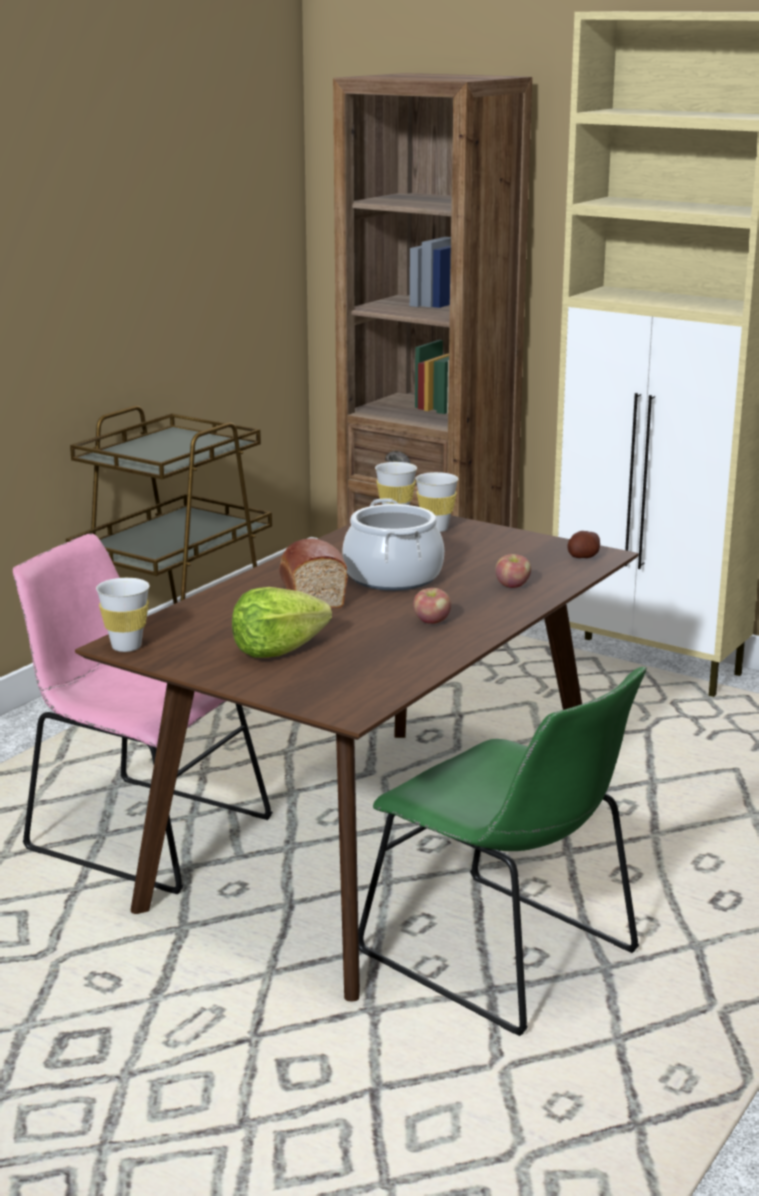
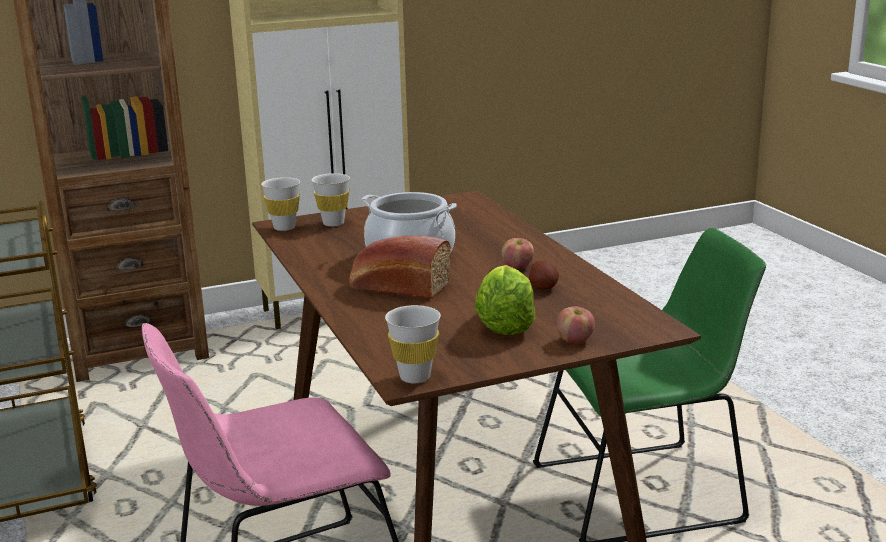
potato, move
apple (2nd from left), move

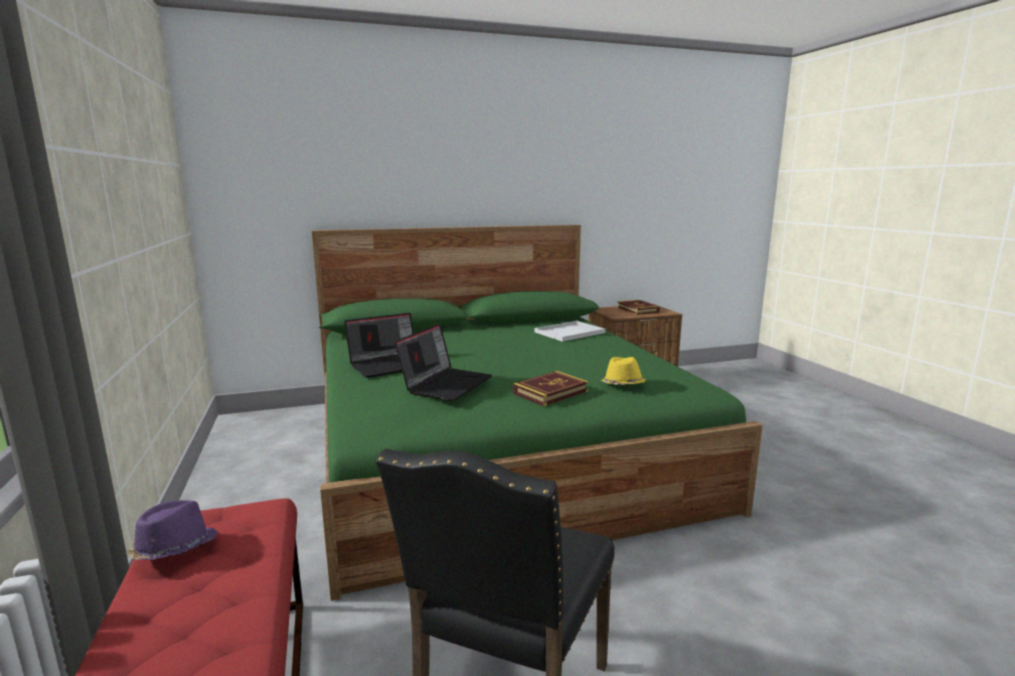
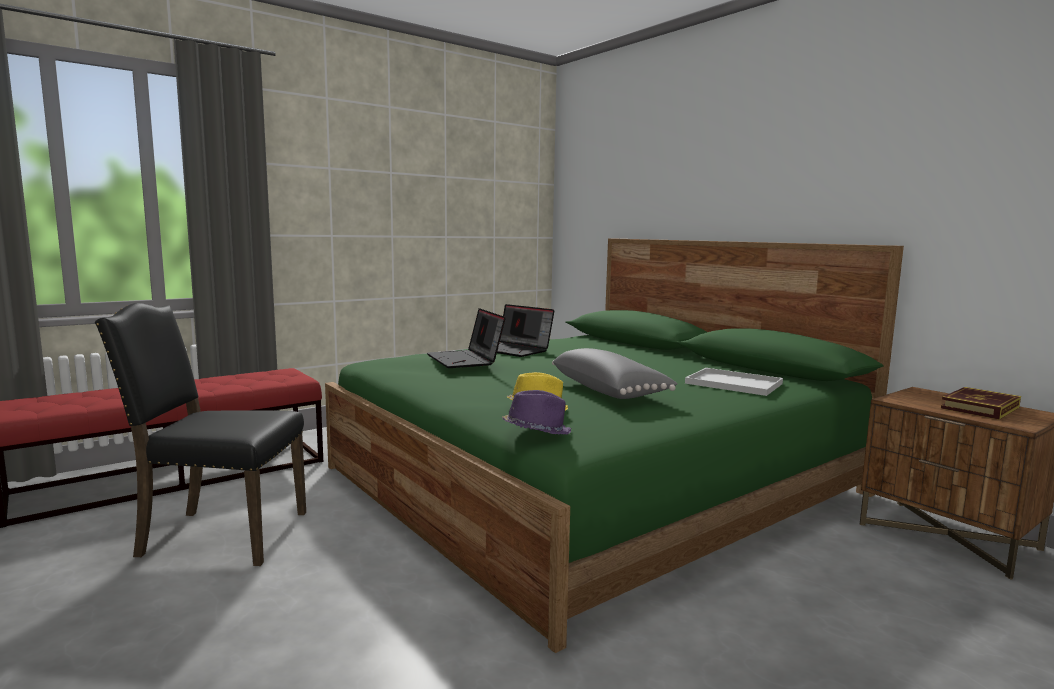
laptop (2nd from left in the first image) → laptop (1st from left), 60 degrees clockwise
book (1st from left) → -
purple hat, move
- → grey pillow

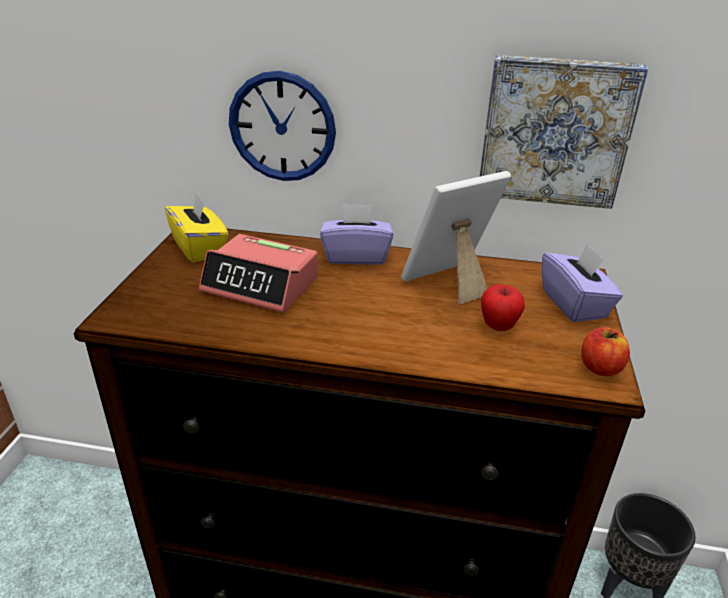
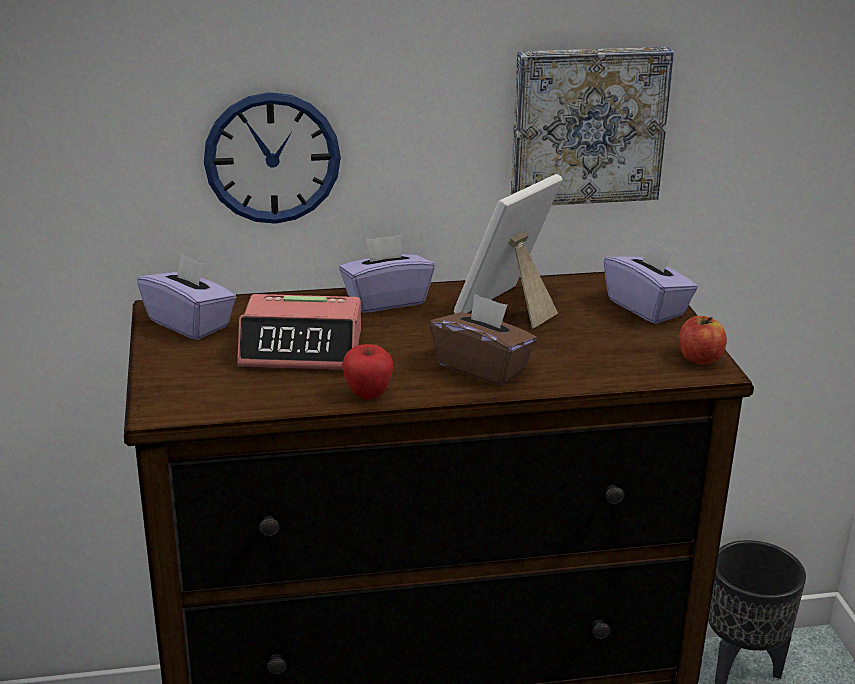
yellow tissue box → purple tissue box (1st from left)
apple (1st from left), move
- → brown tissue box

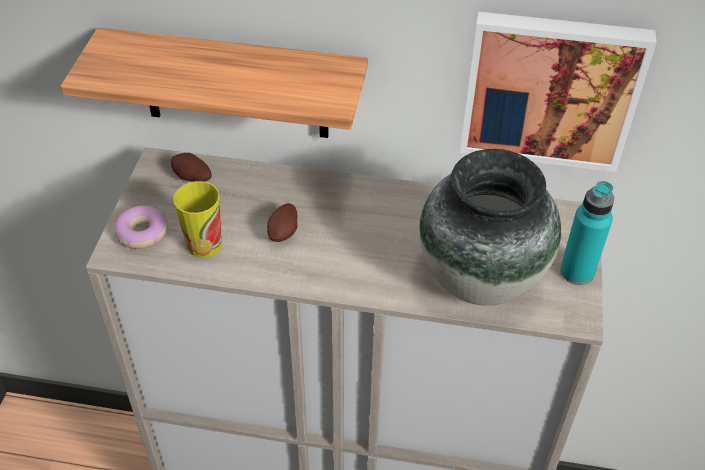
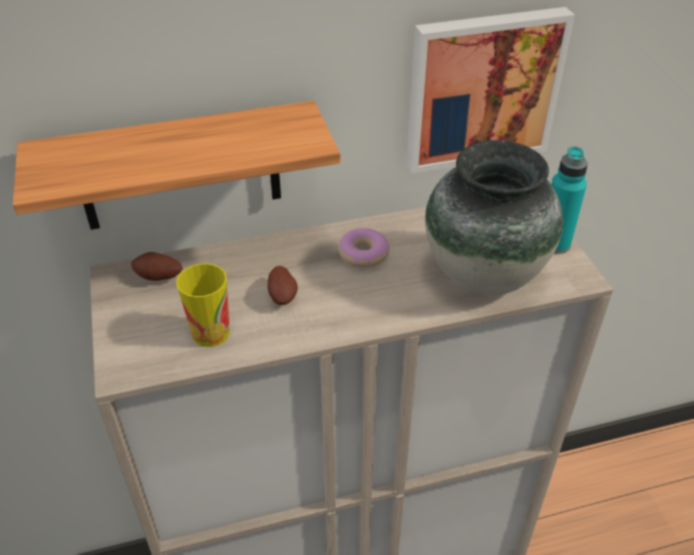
donut, move

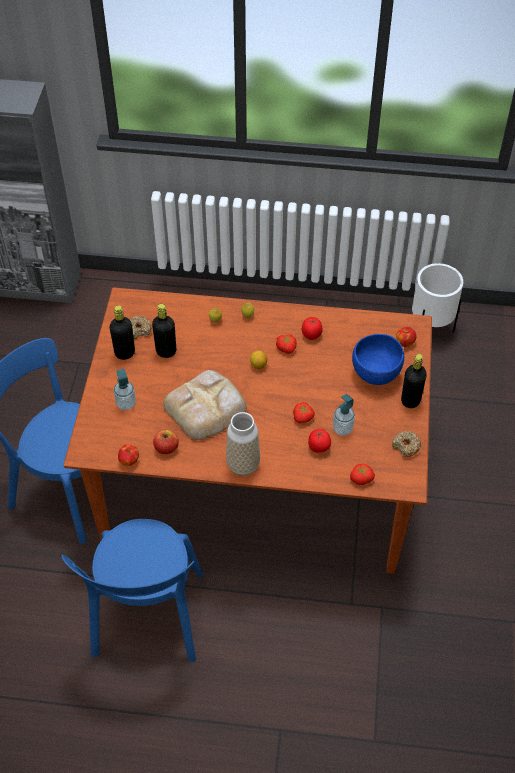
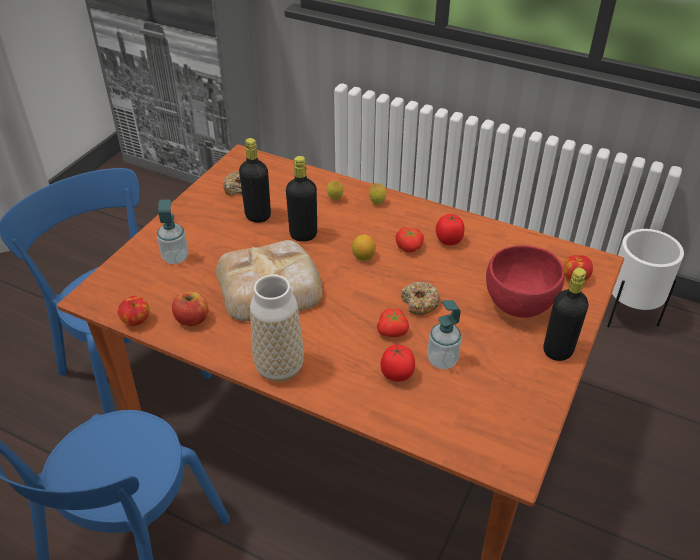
black bottle (1st from left in the first image) → black bottle (2nd from left), move
blue bowl → red bowl
donut (2nd from left), move
tomato (5th from left) → -

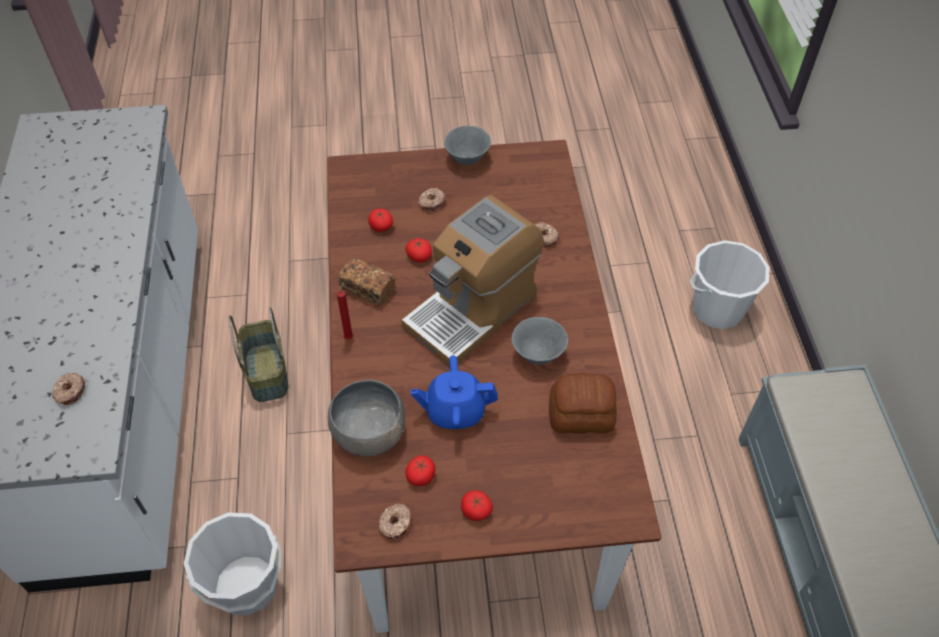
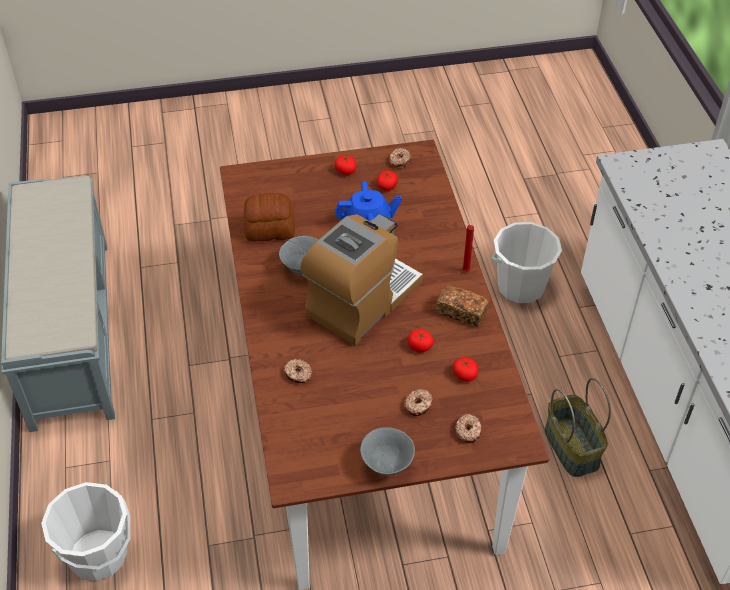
donut (1st from left in the first image) → donut (4th from left), move
grey bowl (1st from left) → -

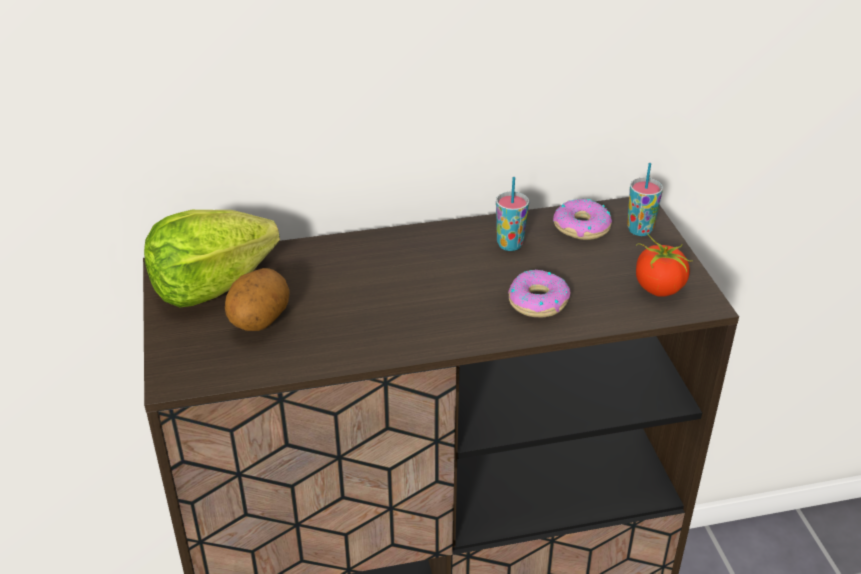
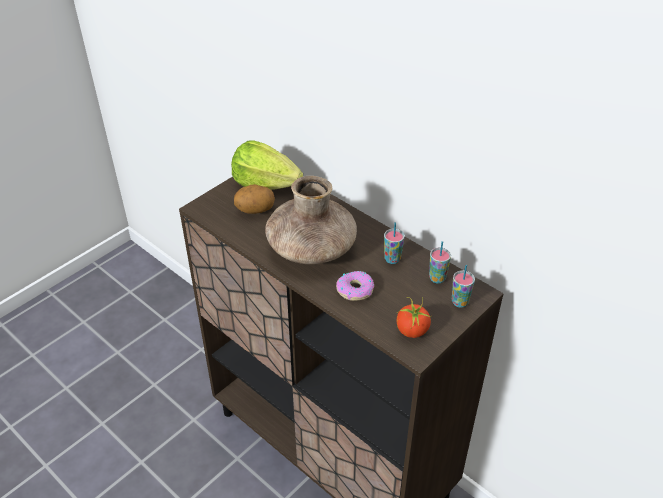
donut (2nd from left) → cup (2nd from left)
- → brown vase

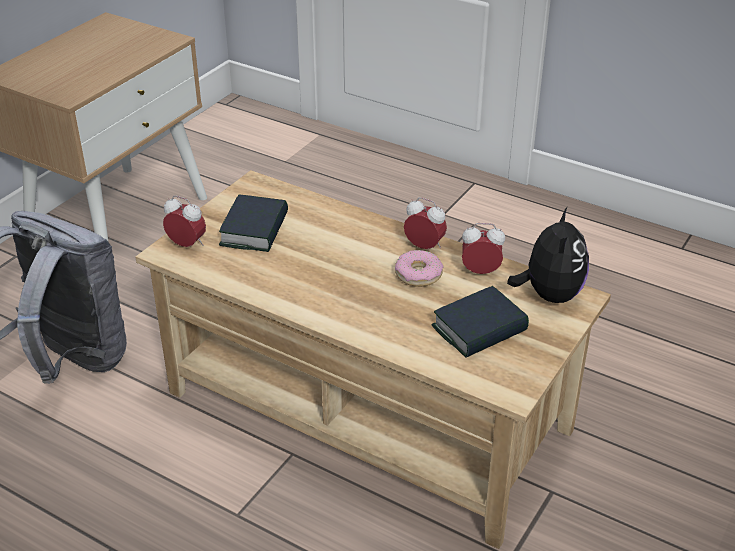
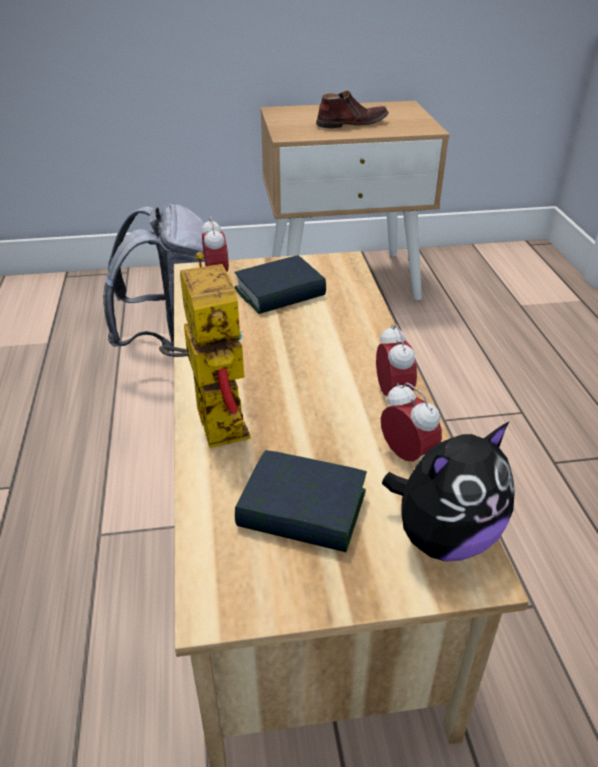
donut → -
- → brown shoe
- → toy robot

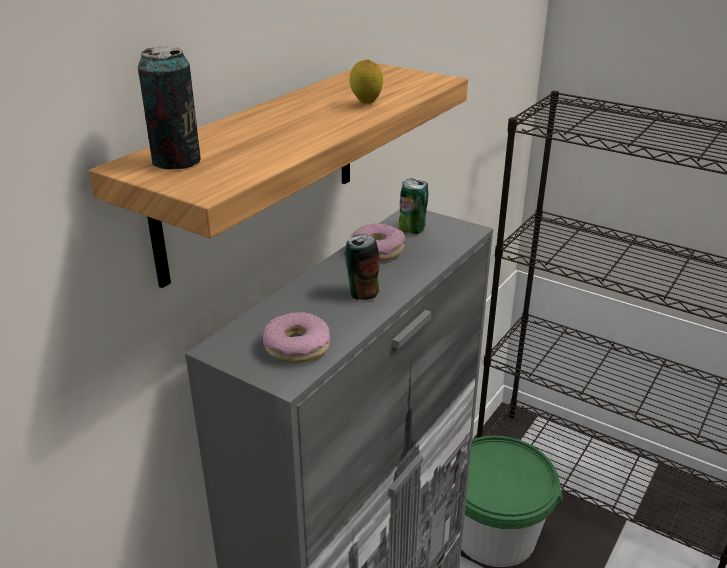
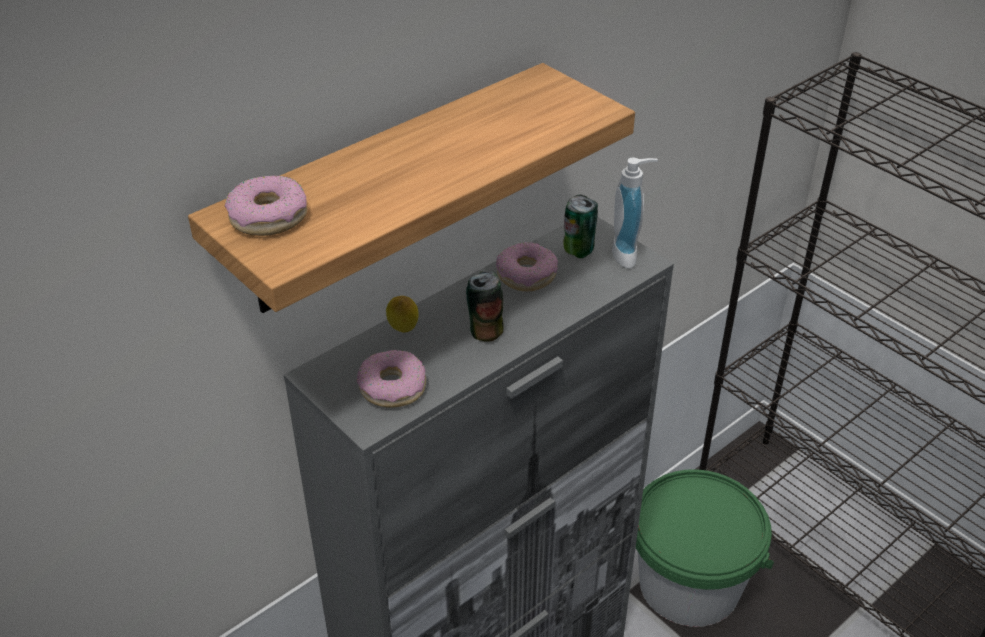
can (1st from left) → donut (1st from left)
lemon, move
- → soap dispenser

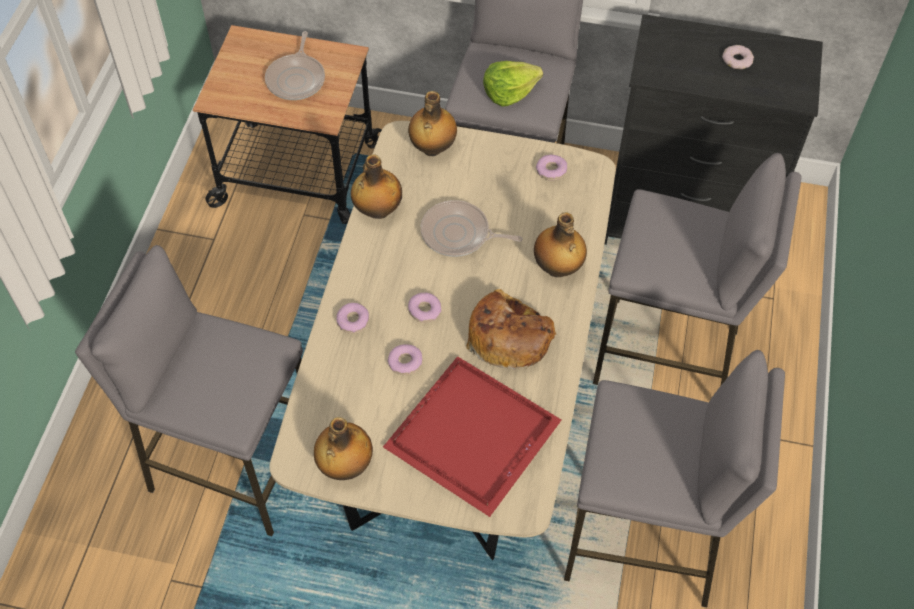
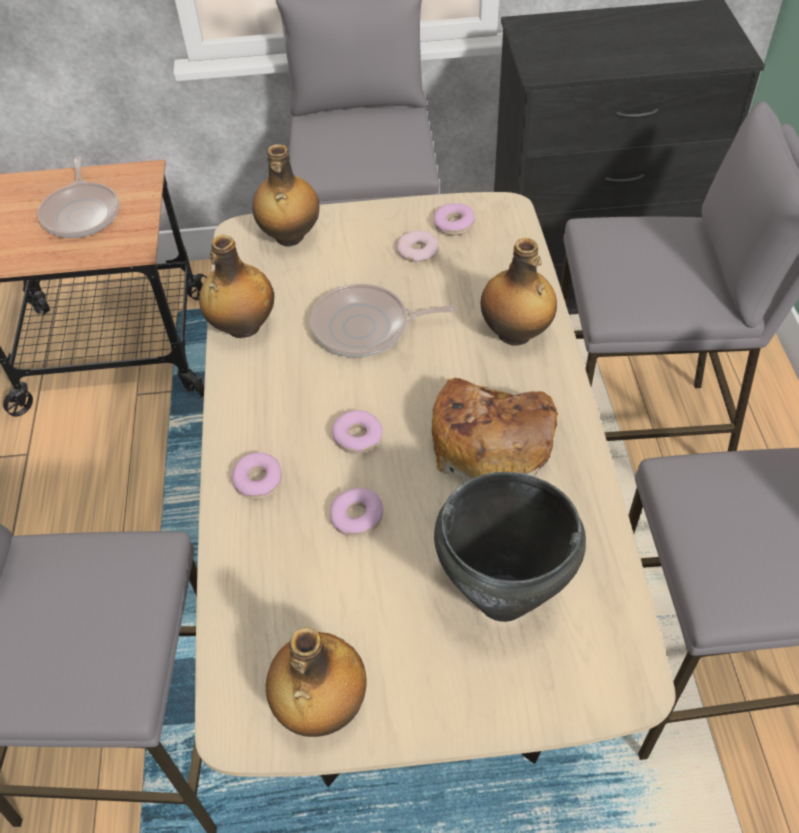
donut (5th from left in the first image) → donut (4th from left), move
lettuce → -
red tray → black cooking pot

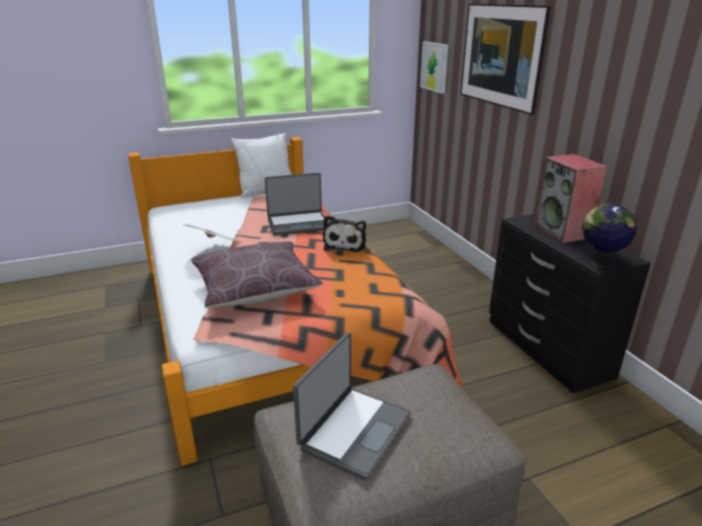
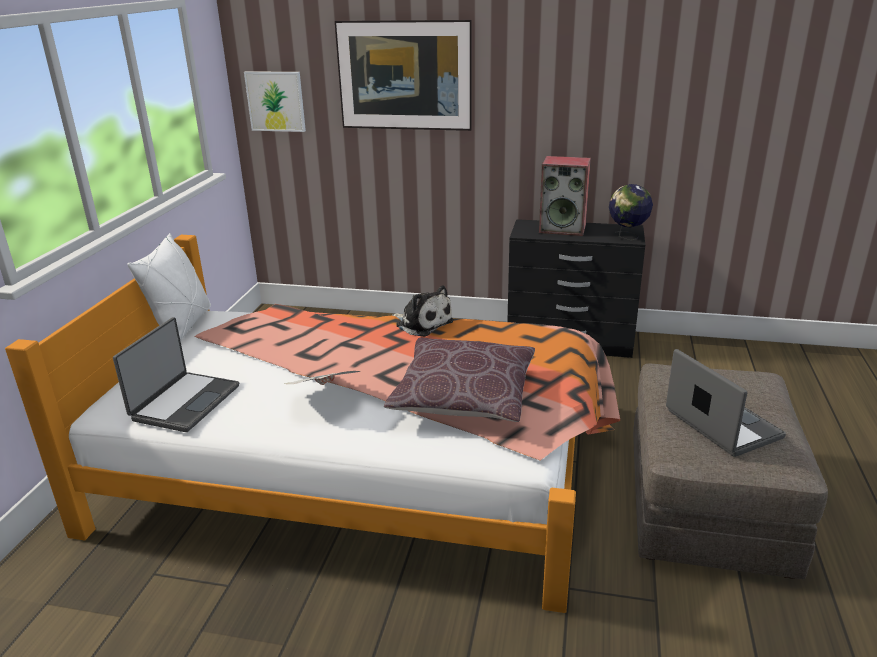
laptop (1st from left), move

